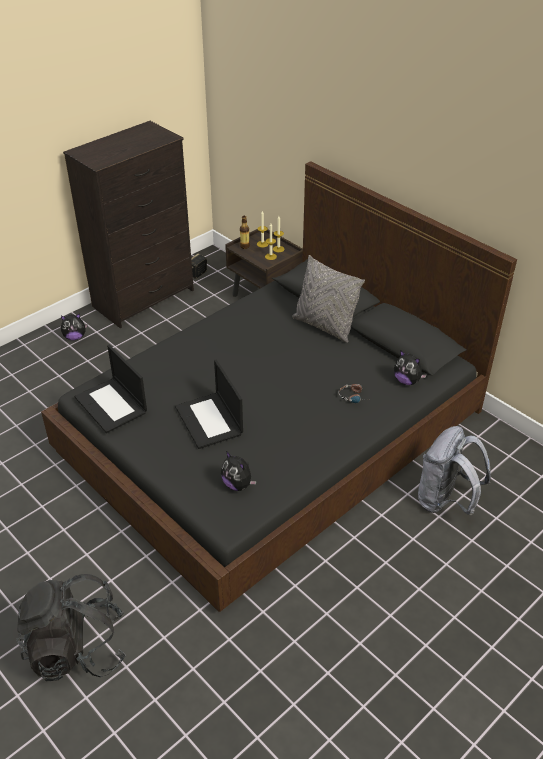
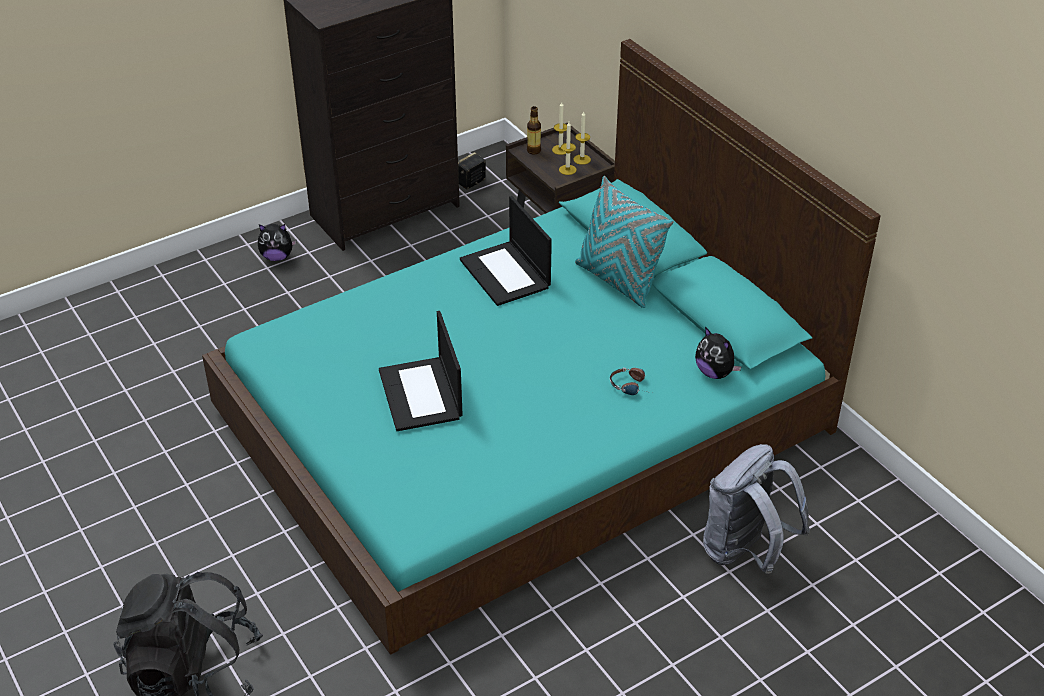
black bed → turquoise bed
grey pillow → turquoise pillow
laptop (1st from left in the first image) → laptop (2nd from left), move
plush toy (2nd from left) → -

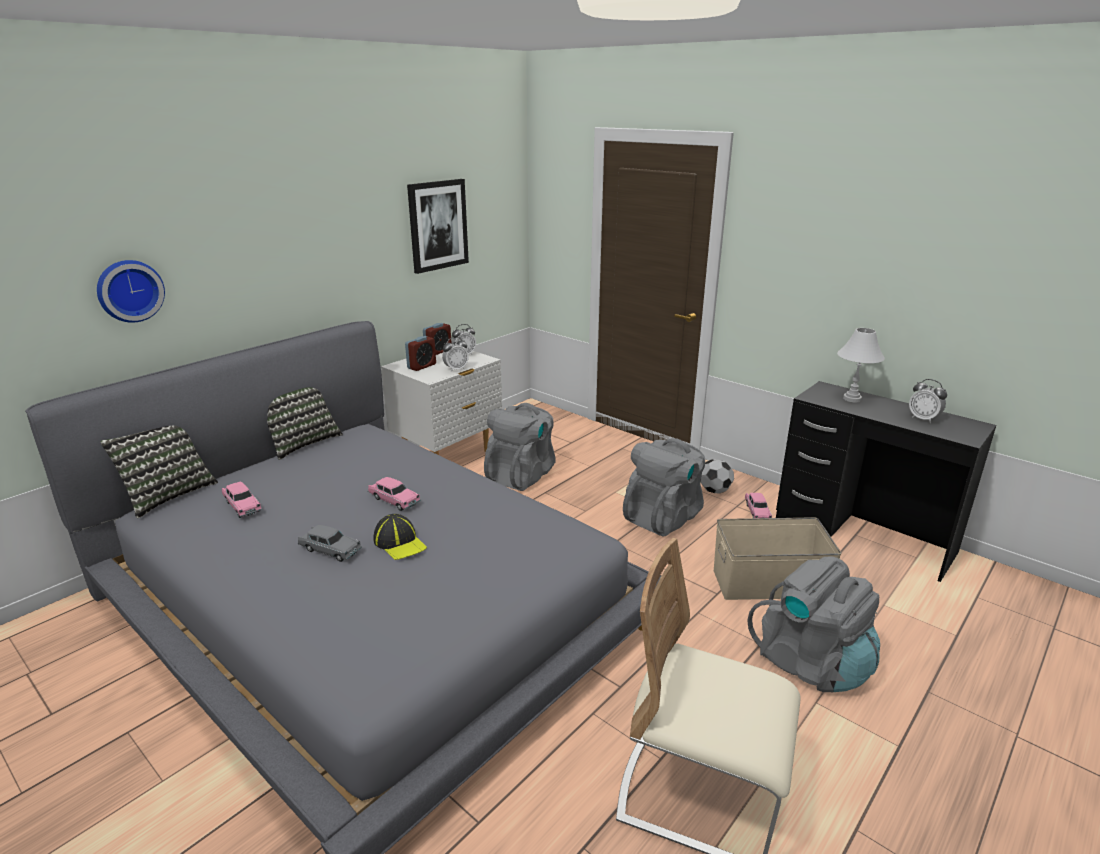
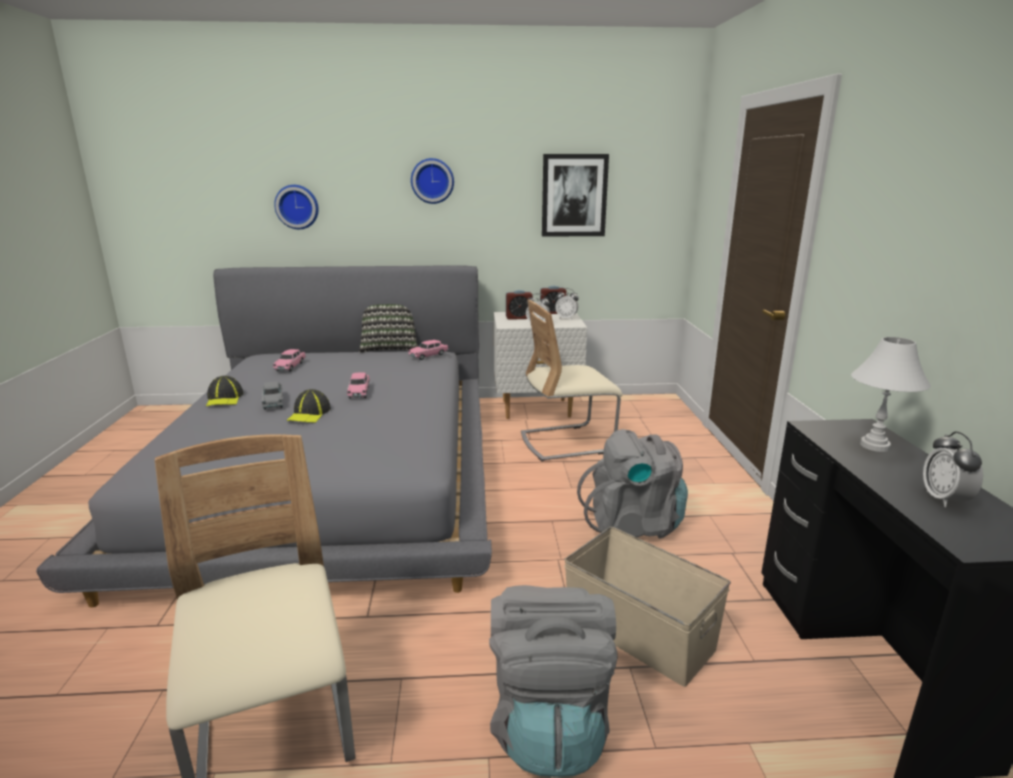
grey backpack (1st from left) → beige chair (2nd from left)
pillow (1st from left) → -
football → -
pink toy car (3rd from left), move
- → wall clock (2nd from left)
- → cap (1st from left)

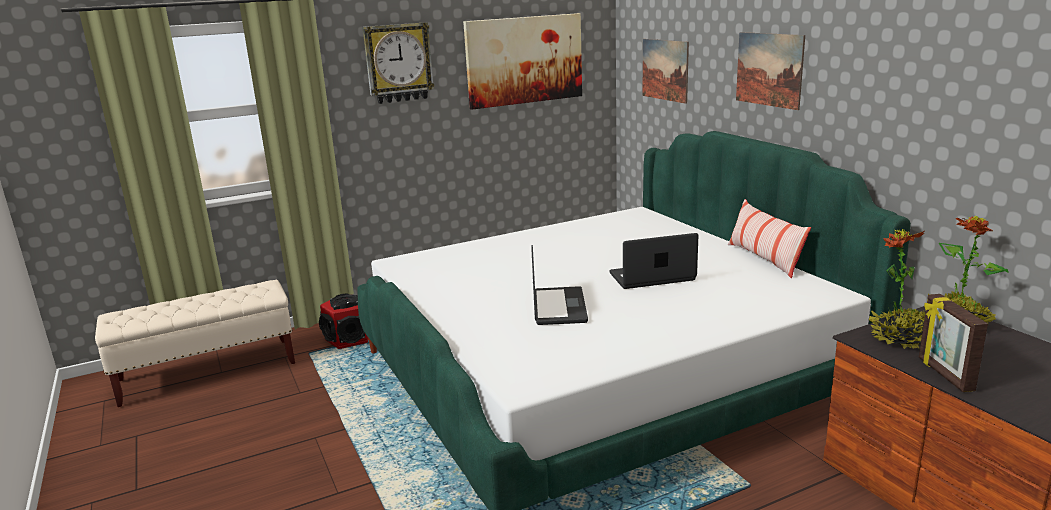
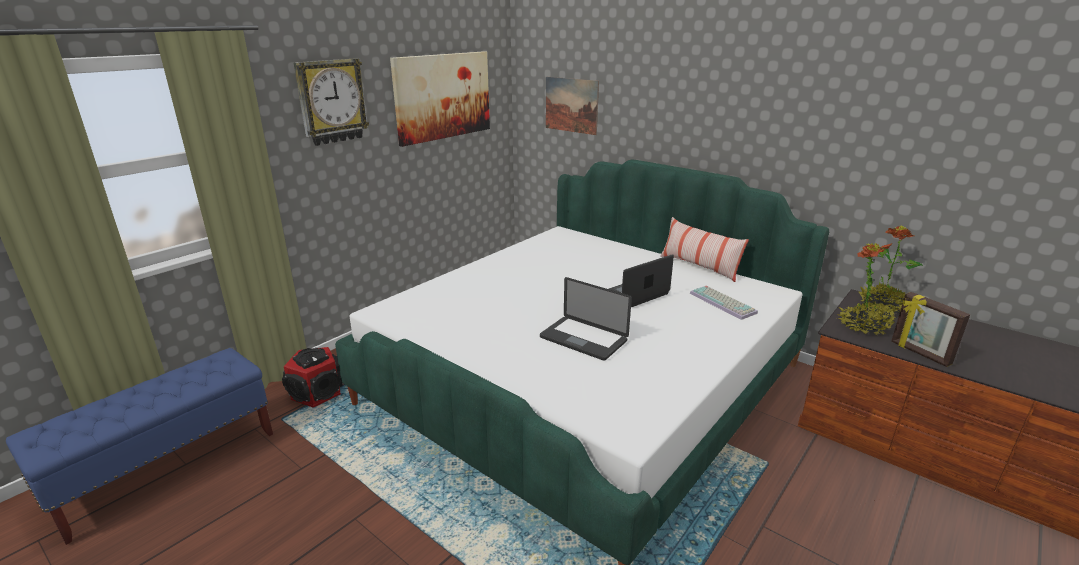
picture (3rd from left) → -
laptop (1st from left), 150 degrees clockwise
beige bench → blue bench
- → keyboard

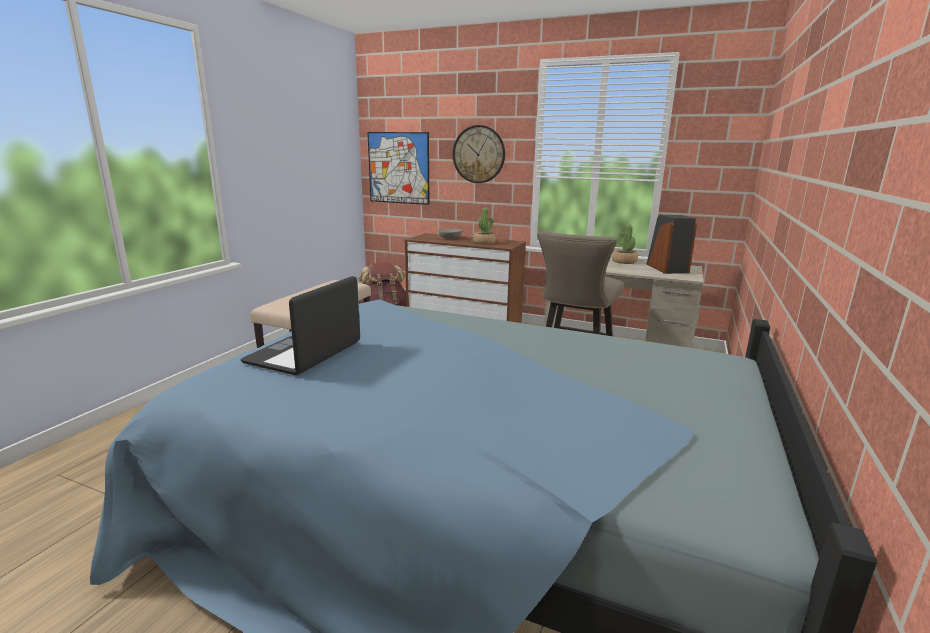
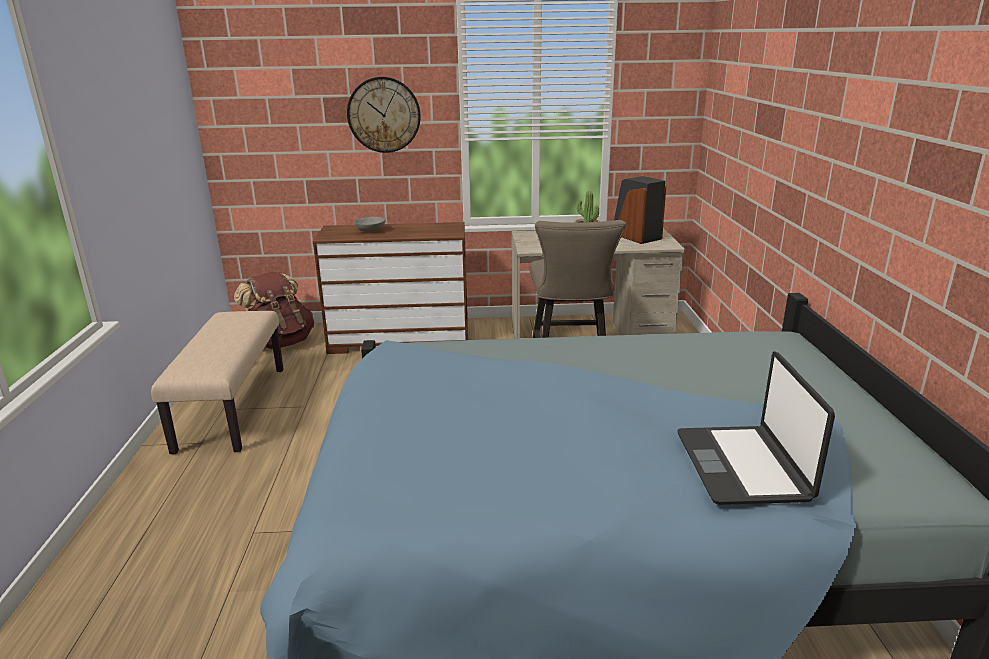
picture → -
potted plant (1st from left) → -
laptop, move

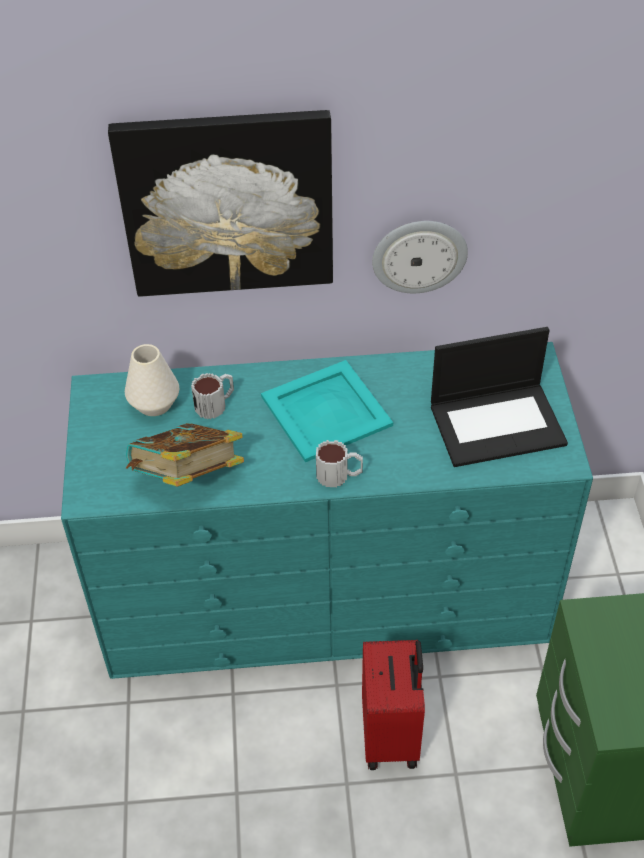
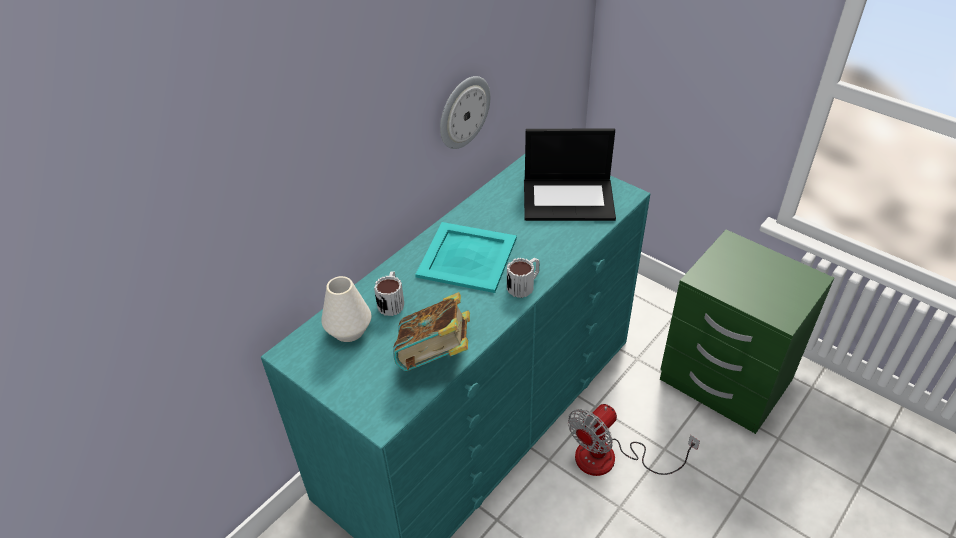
picture → -
laptop, 60 degrees clockwise
red suitcase → fan

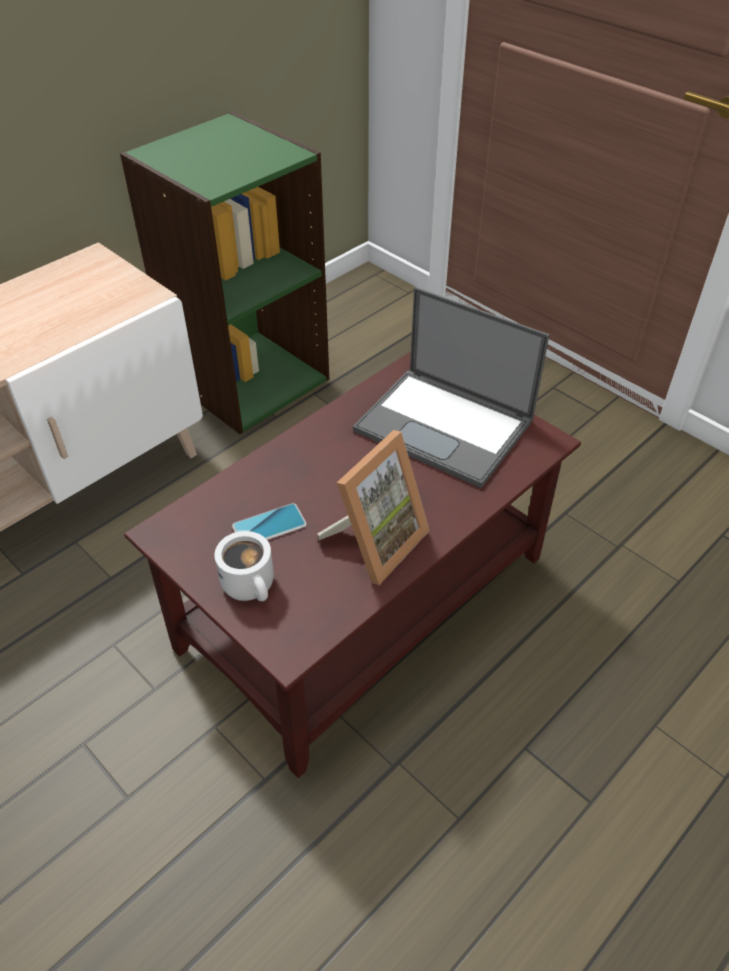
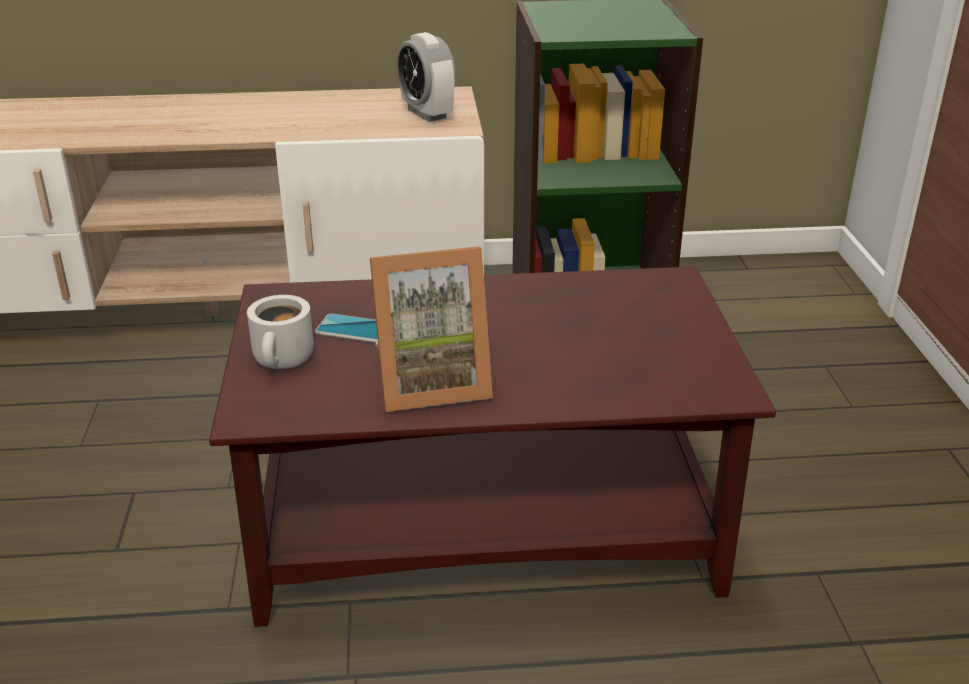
laptop → -
- → alarm clock

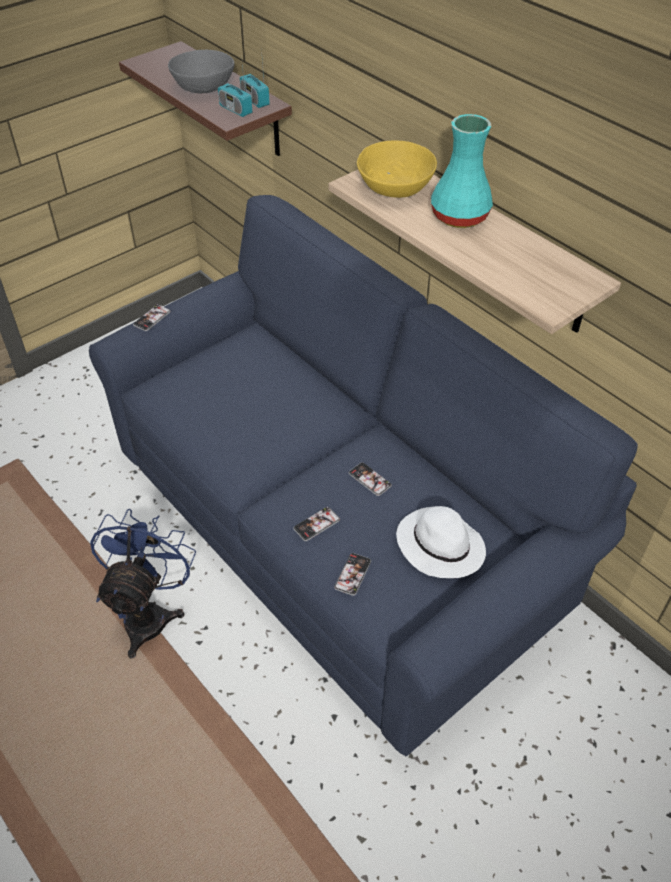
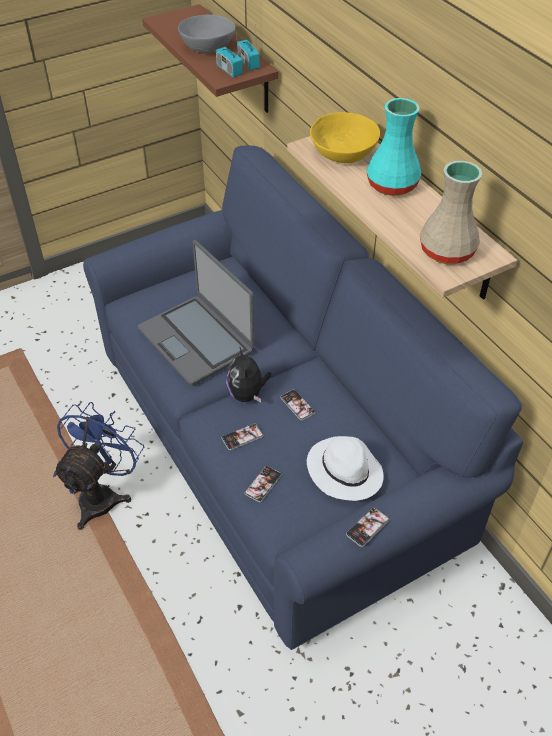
phone (1st from left in the first image) → phone (4th from left), move
- → beige vase
- → laptop
- → plush toy

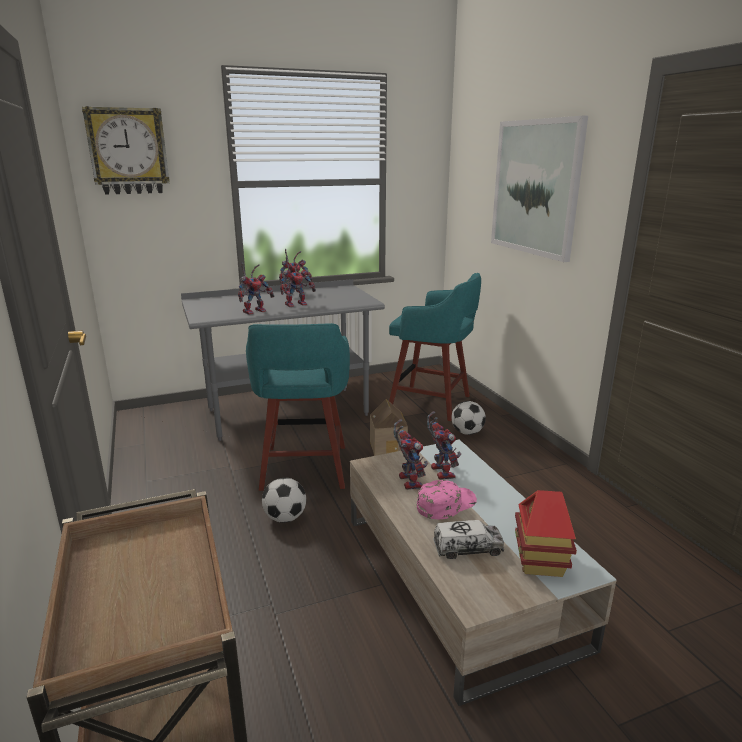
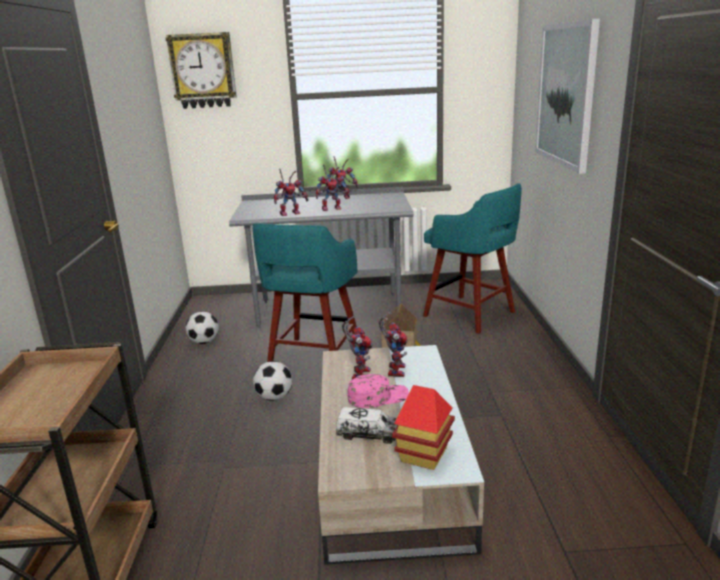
football (2nd from left in the first image) → football (1st from left), move

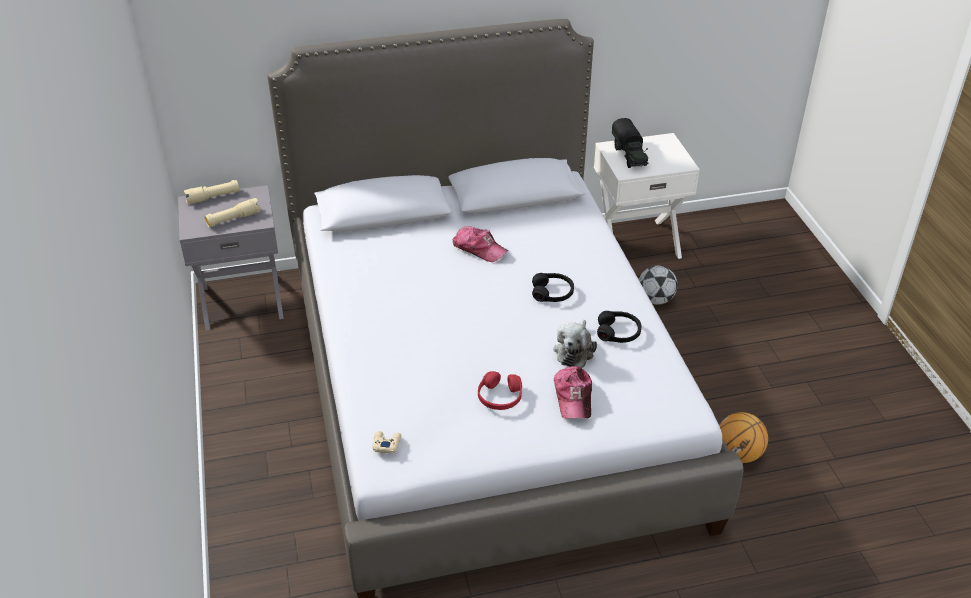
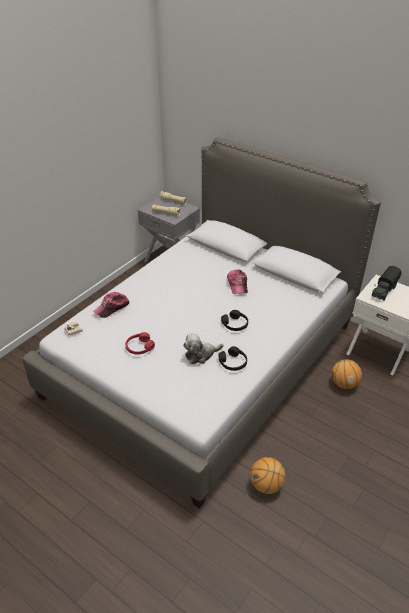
football → basketball (2nd from left)
cap (2nd from left in the first image) → cap (1st from left), move

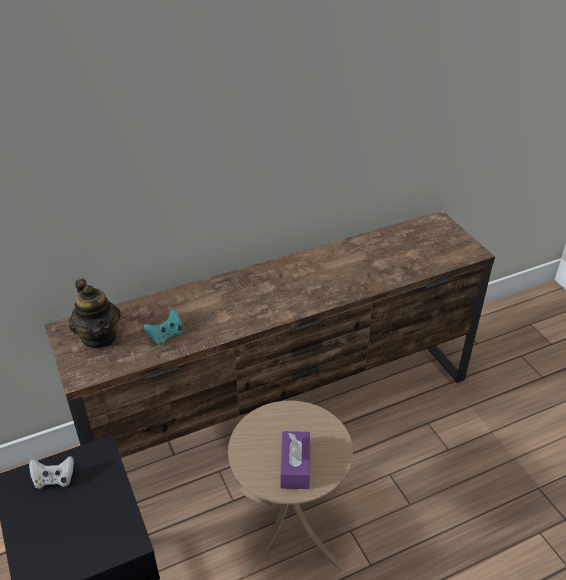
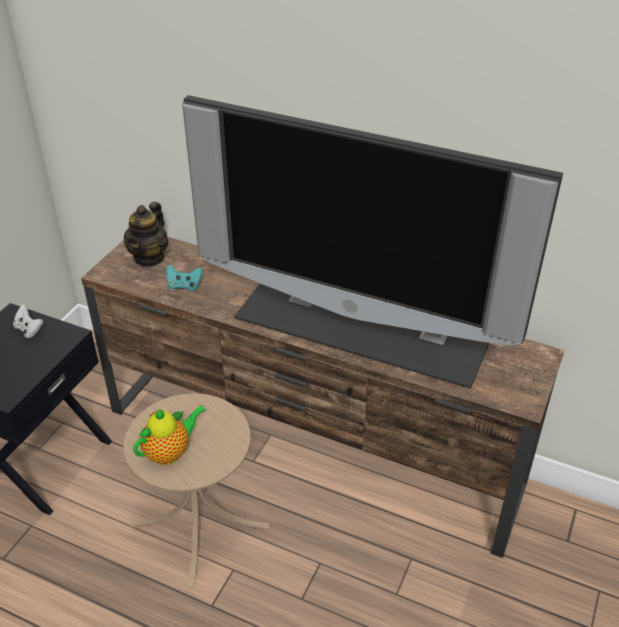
purple tissue box → teapot (2nd from left)
- → television

